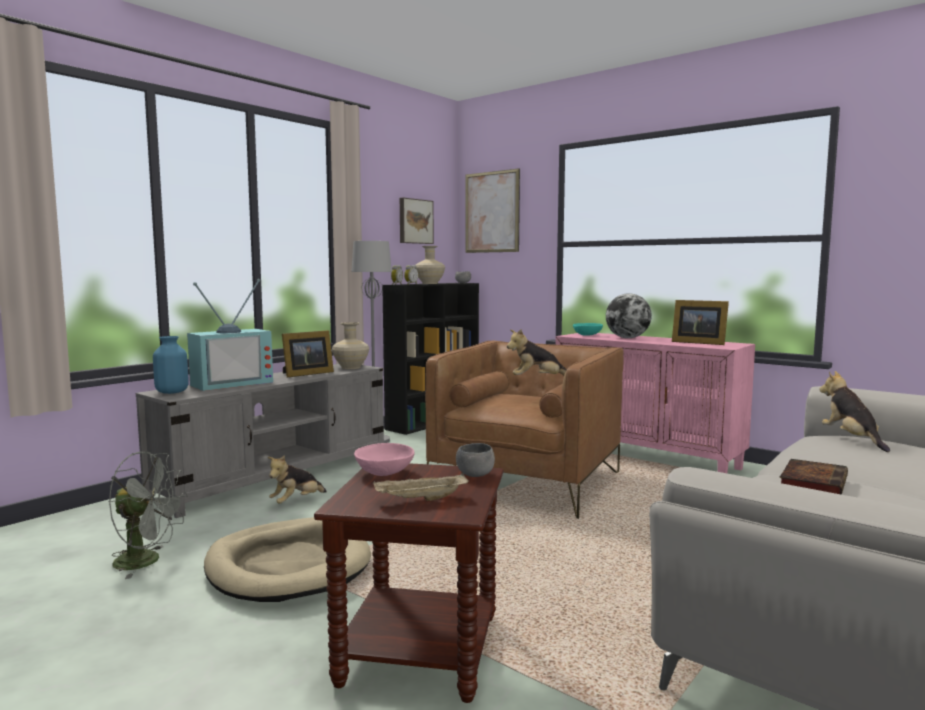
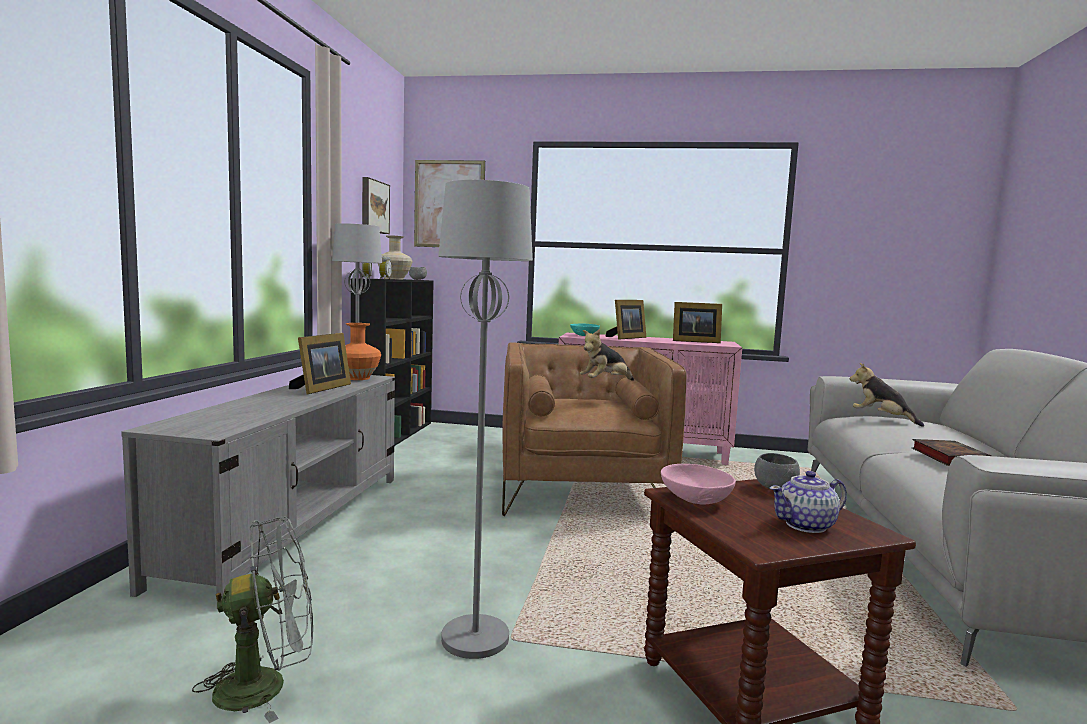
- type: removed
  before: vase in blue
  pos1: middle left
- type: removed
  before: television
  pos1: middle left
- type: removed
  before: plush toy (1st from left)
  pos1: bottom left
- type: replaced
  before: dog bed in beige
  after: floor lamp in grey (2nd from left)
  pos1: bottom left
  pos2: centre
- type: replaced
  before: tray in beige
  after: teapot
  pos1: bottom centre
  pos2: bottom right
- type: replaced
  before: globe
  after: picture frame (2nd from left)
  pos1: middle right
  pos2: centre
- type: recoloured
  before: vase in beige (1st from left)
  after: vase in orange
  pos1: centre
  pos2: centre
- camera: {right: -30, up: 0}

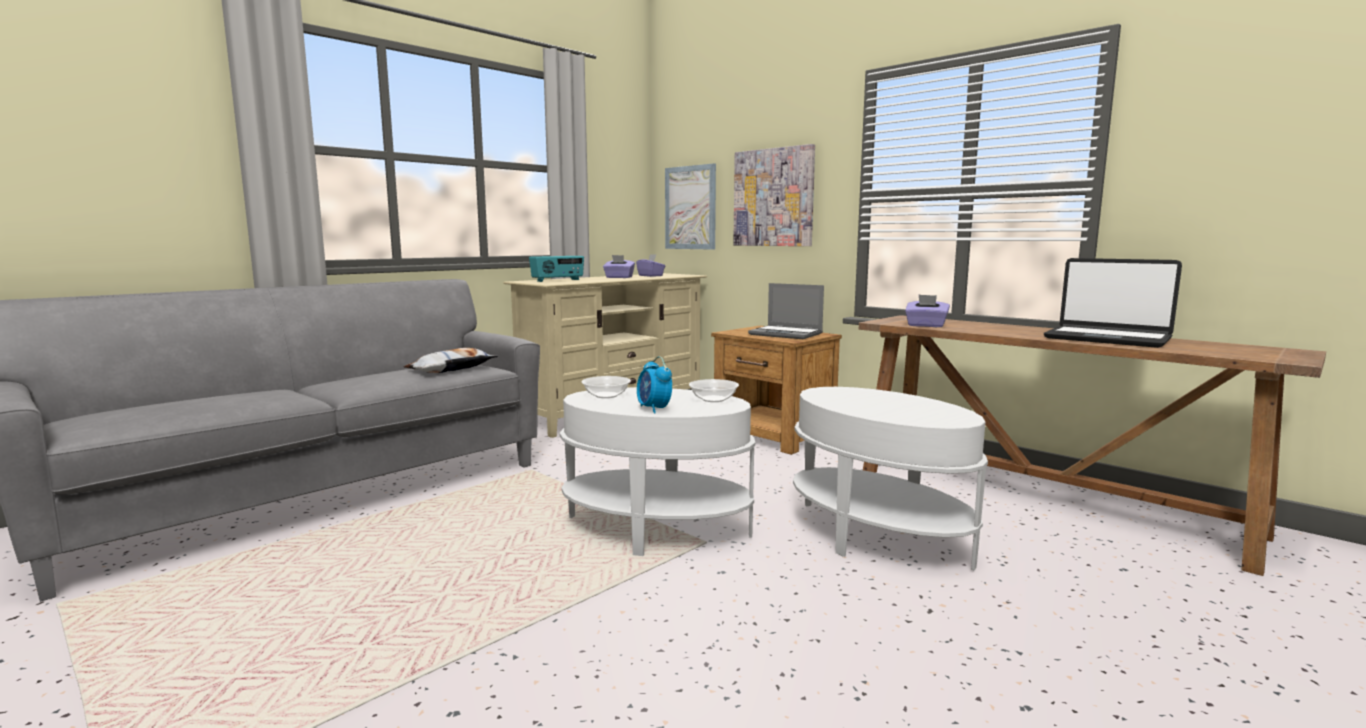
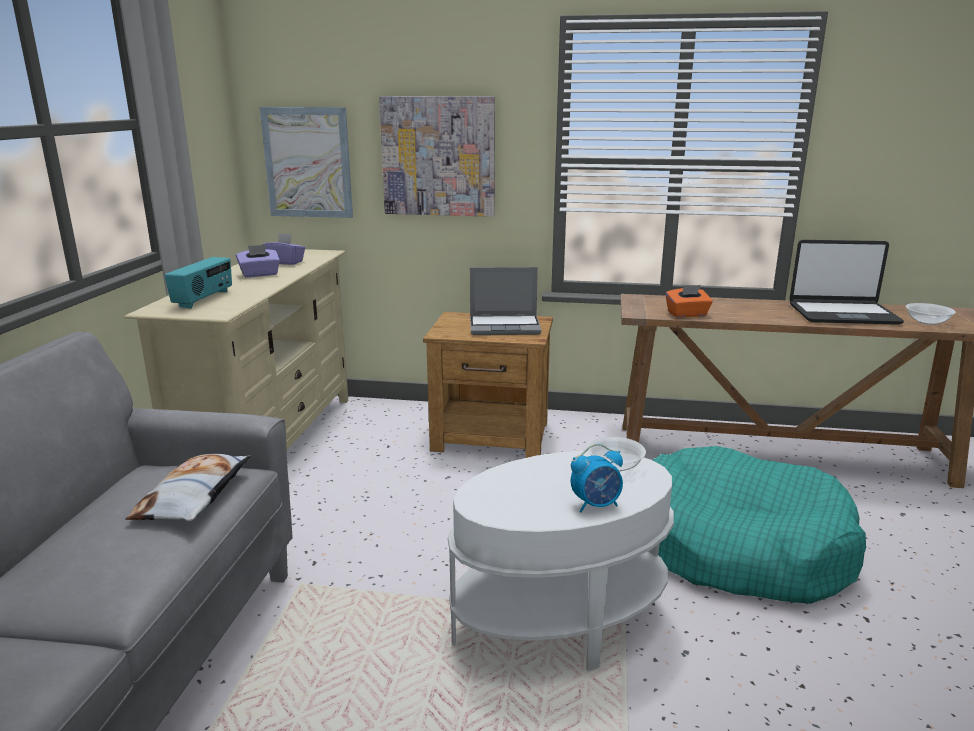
- type: moved
  before: bowl (1st from left in the first image)
  after: bowl (2nd from left)
  pos1: centre
  pos2: middle right
- type: replaced
  before: side table in white (2nd from left)
  after: dog bed in turquoise
  pos1: centre
  pos2: bottom right
- type: recoloured
  before: tissue box in purple (3rd from left)
  after: tissue box in orange
  pos1: middle right
  pos2: middle right
- type: turned
  before: alarm clock
  pos1: centre
  pos2: centre
  turn: -45
- camera: {right: -35, up: 10}

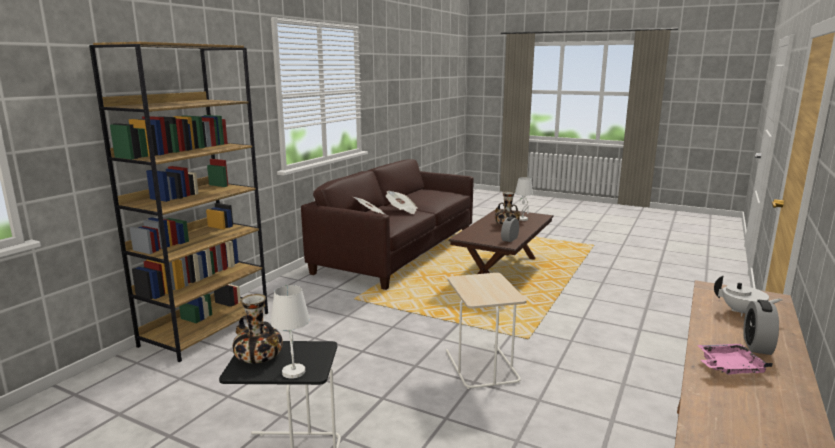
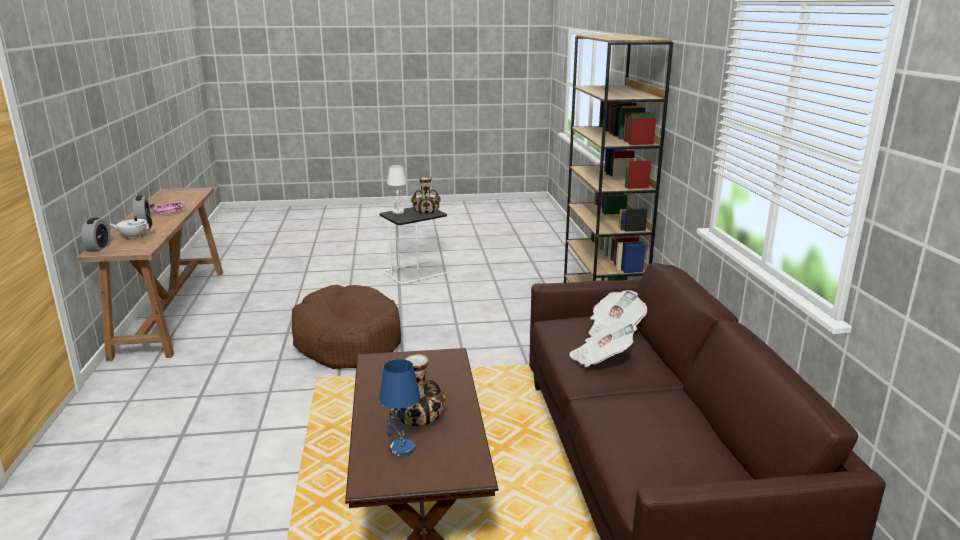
- type: moved
  before: alarm clock (1st from left)
  pos1: centre
  pos2: middle left
- type: replaced
  before: side table in beige
  after: dog bed in brown
  pos1: bottom centre
  pos2: centre
- type: recoloured
  before: table lamp in white (2nd from left)
  after: table lamp in blue
  pos1: centre
  pos2: bottom centre
- camera: {right: 145, up: 5}

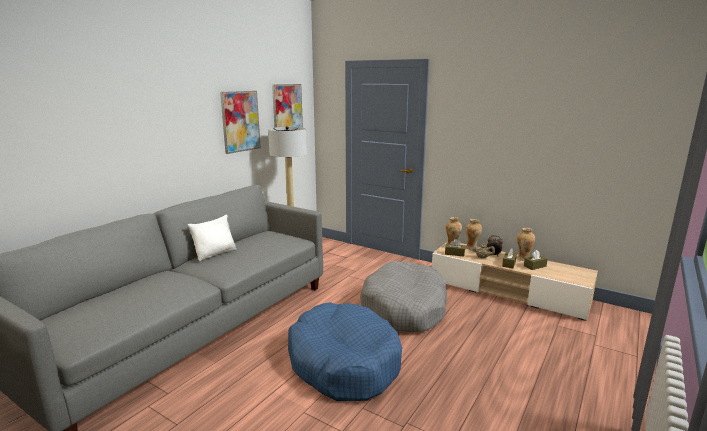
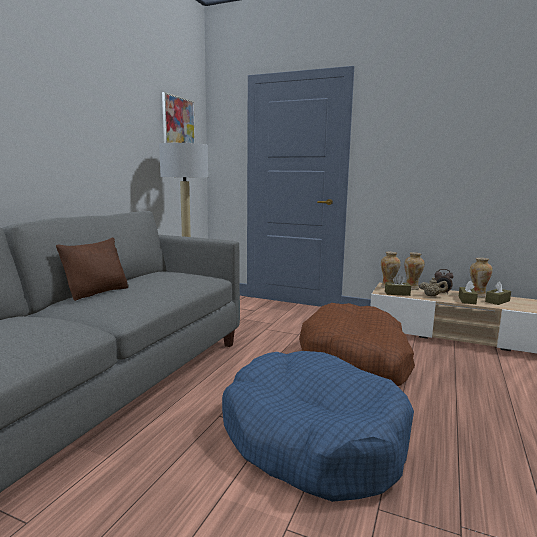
- type: removed
  before: picture (1st from left)
  pos1: top centre
- type: recoloured
  before: pillow in white
  after: pillow in brown
  pos1: middle left
  pos2: middle left
- type: recoloured
  before: dog bed in grey
  after: dog bed in brown
  pos1: bottom centre
  pos2: centre
- camera: {right: -10, up: -5}

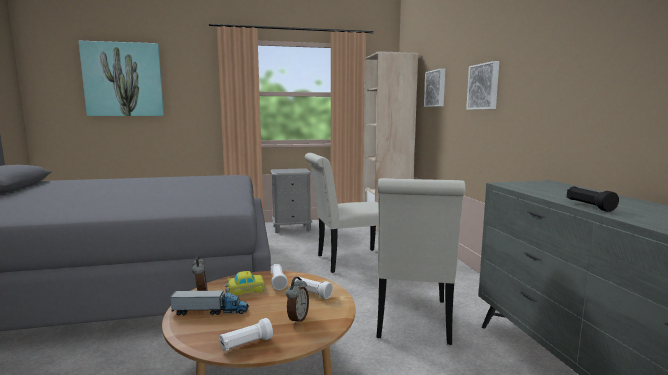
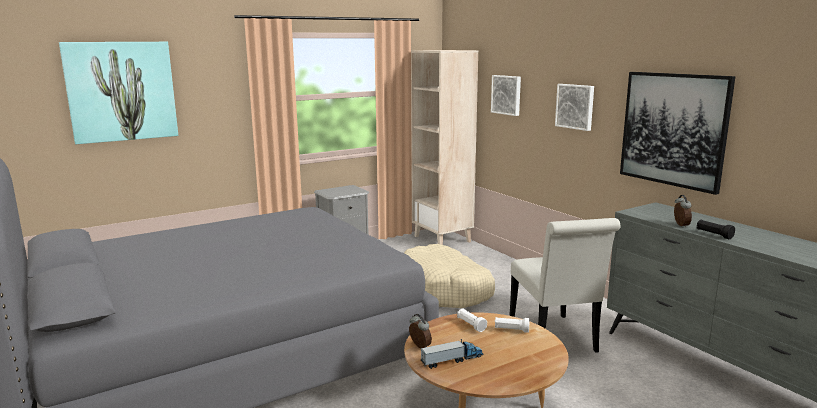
- type: removed
  before: flashlight in white (1st from left)
  pos1: bottom centre
- type: removed
  before: toy car
  pos1: bottom centre
- type: added
  after: picture (4th from left)
  pos2: top right
- type: moved
  before: alarm clock (2nd from left)
  pos1: bottom centre
  pos2: middle right
- type: replaced
  before: chair in white (1st from left)
  after: dog bed in beige
  pos1: centre
  pos2: bottom centre
- camera: {right: -20, up: 5}

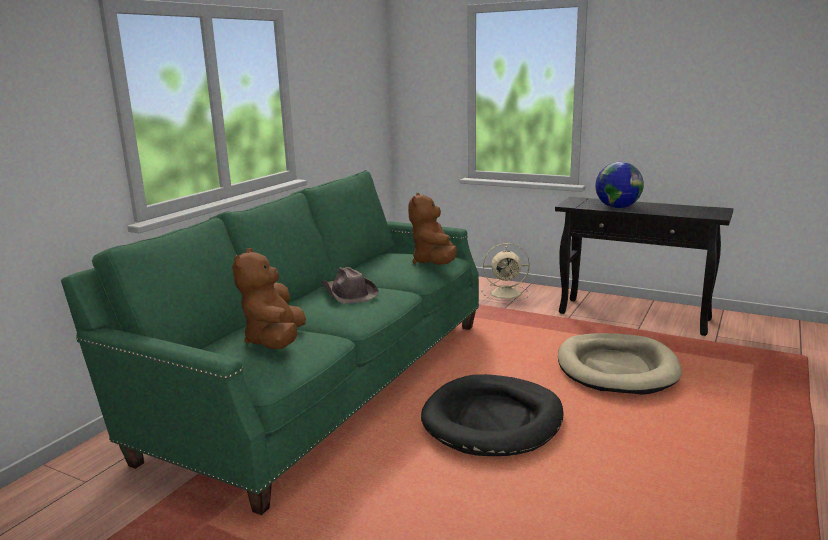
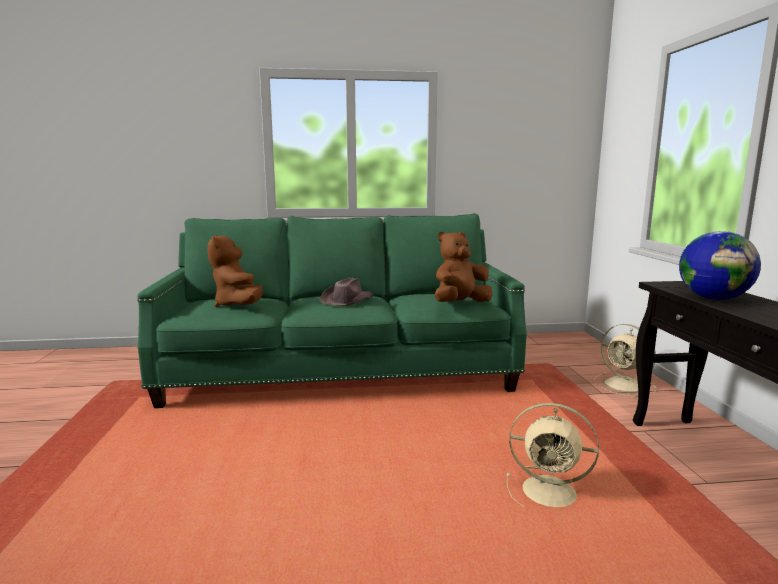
- type: removed
  before: dog bed in black
  pos1: bottom centre
- type: replaced
  before: dog bed in beige
  after: fan in beige (1st from left)
  pos1: bottom right
  pos2: bottom right
- type: turned
  before: plush toy in brown (1st from left)
  pos1: middle left
  pos2: middle left
  turn: -75
- camera: {right: 55, up: -5}

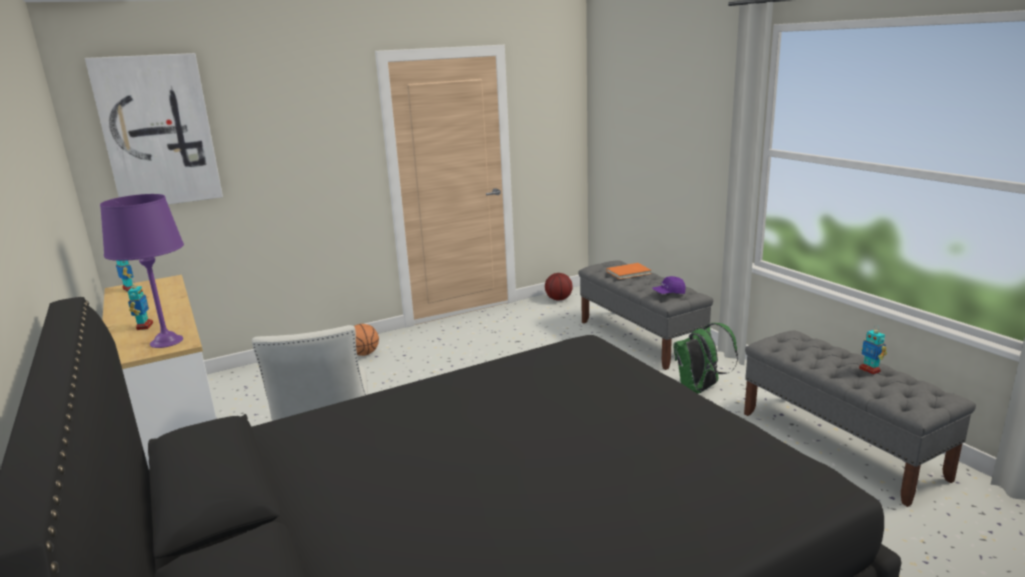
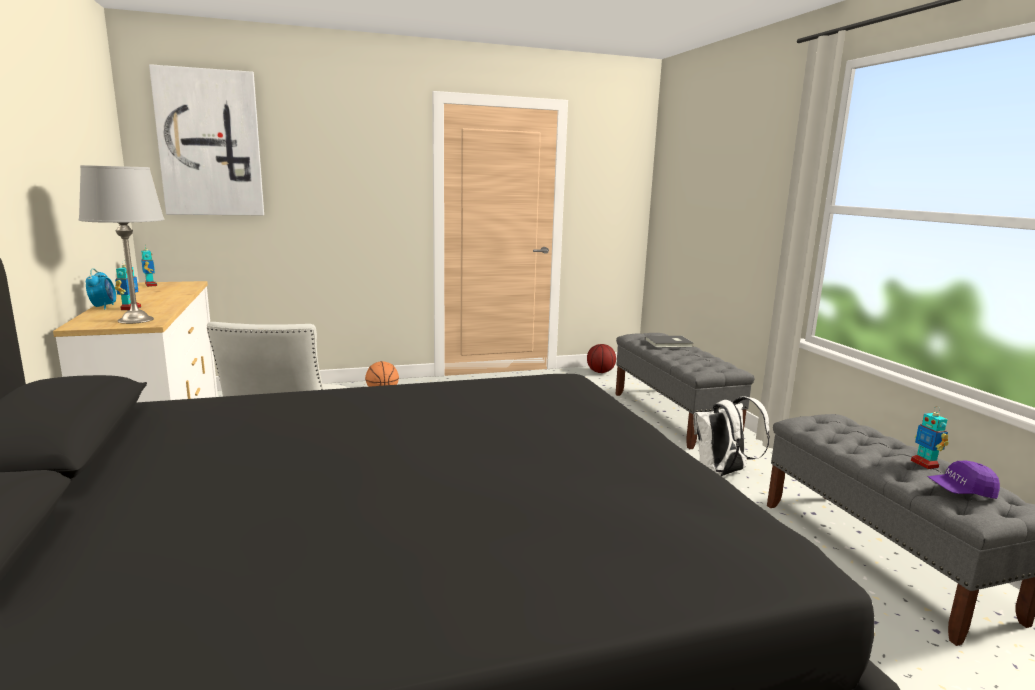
- type: added
  after: alarm clock
  pos2: middle left
- type: moved
  before: cap in purple
  pos1: centre
  pos2: bottom right
- type: recoloured
  before: table lamp in purple
  after: table lamp in grey
  pos1: middle left
  pos2: middle left
- type: recoloured
  before: book in orange
  after: book in grey
  pos1: centre
  pos2: centre
- type: recoloured
  before: backpack in green
  after: backpack in white
  pos1: middle right
  pos2: middle right
- camera: {right: 10, up: -5}

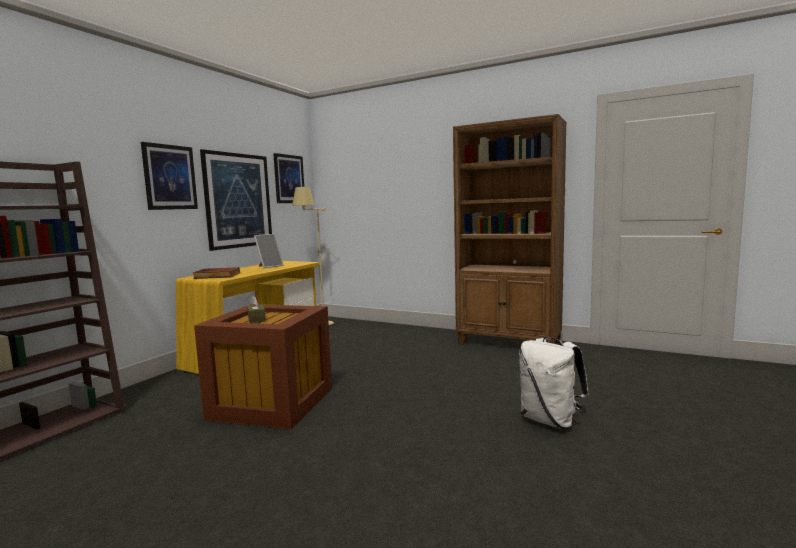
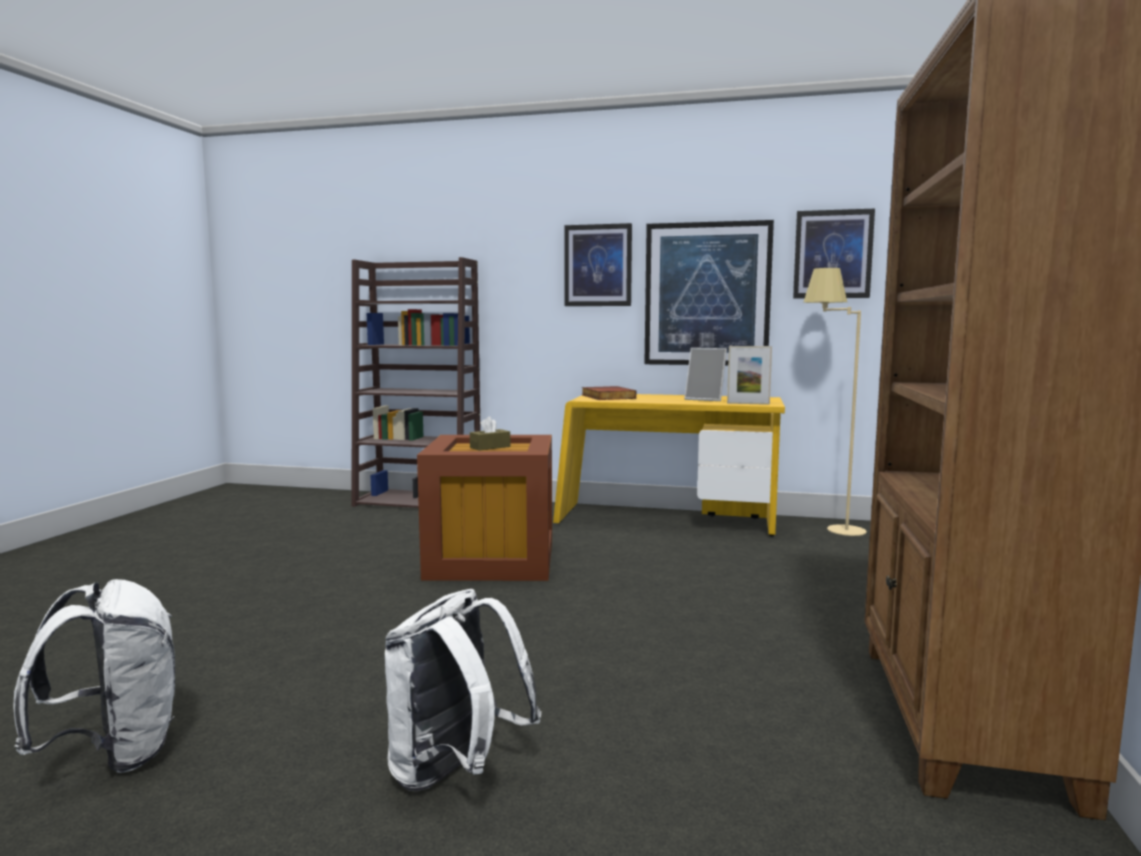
- type: added
  after: backpack in white (1st from left)
  pos2: bottom left
- type: added
  after: picture frame (2nd from left)
  pos2: centre
- camera: {right: 75, up: 0}

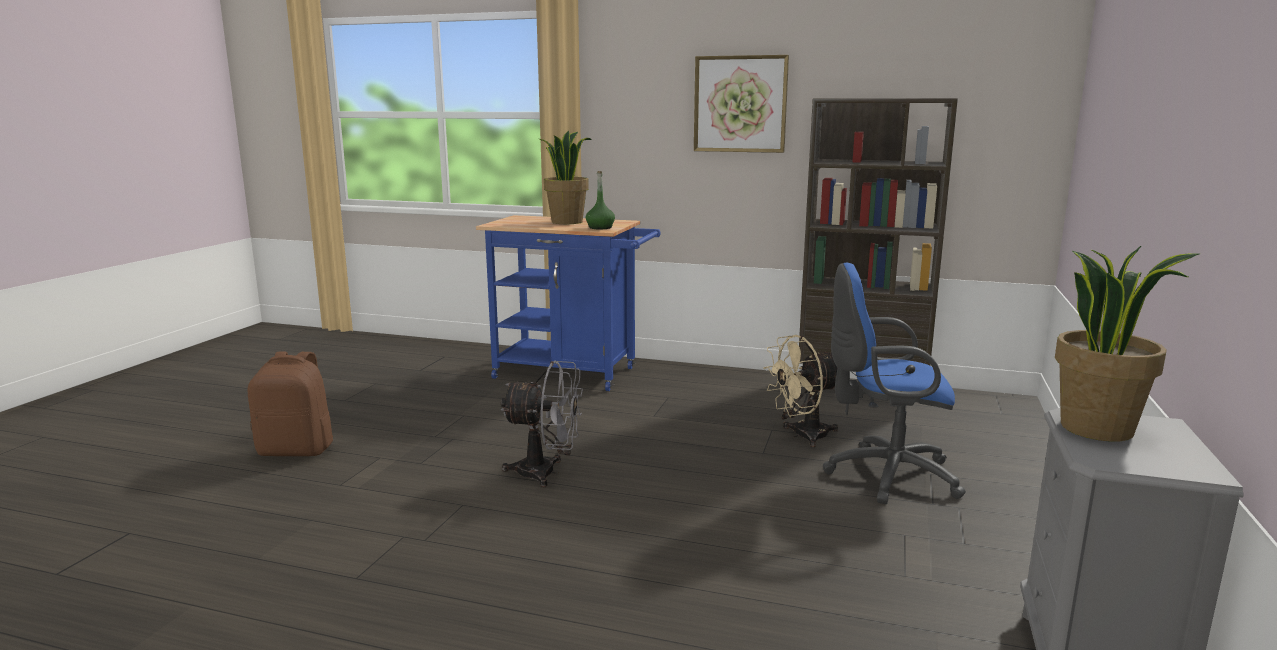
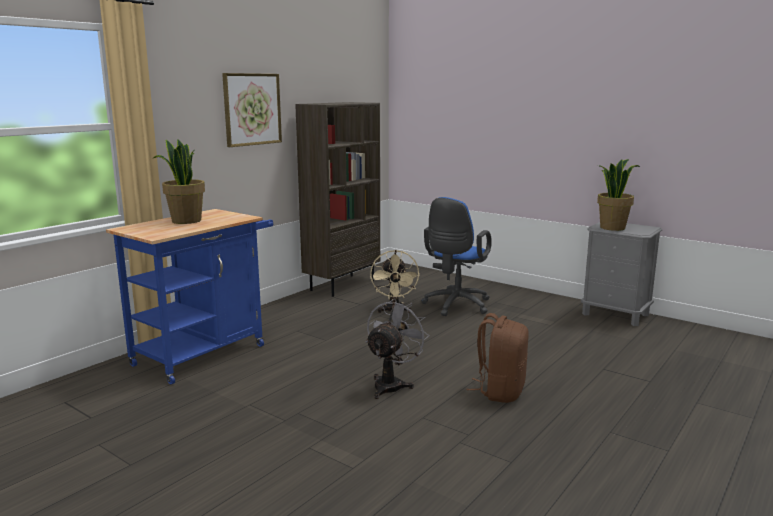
- type: removed
  before: bottle in green
  pos1: top centre
- type: moved
  before: backpack in brown
  pos1: middle left
  pos2: bottom centre
- camera: {right: -70, up: 0}

